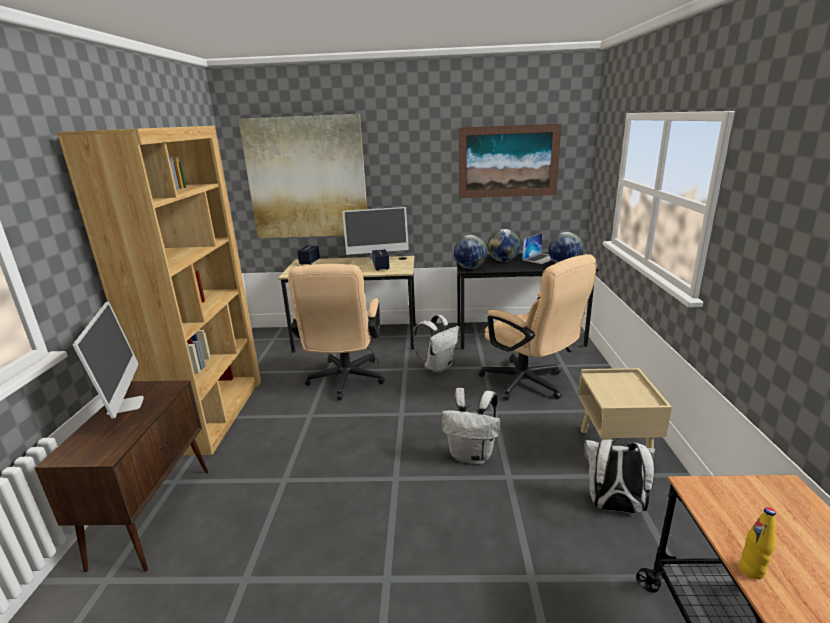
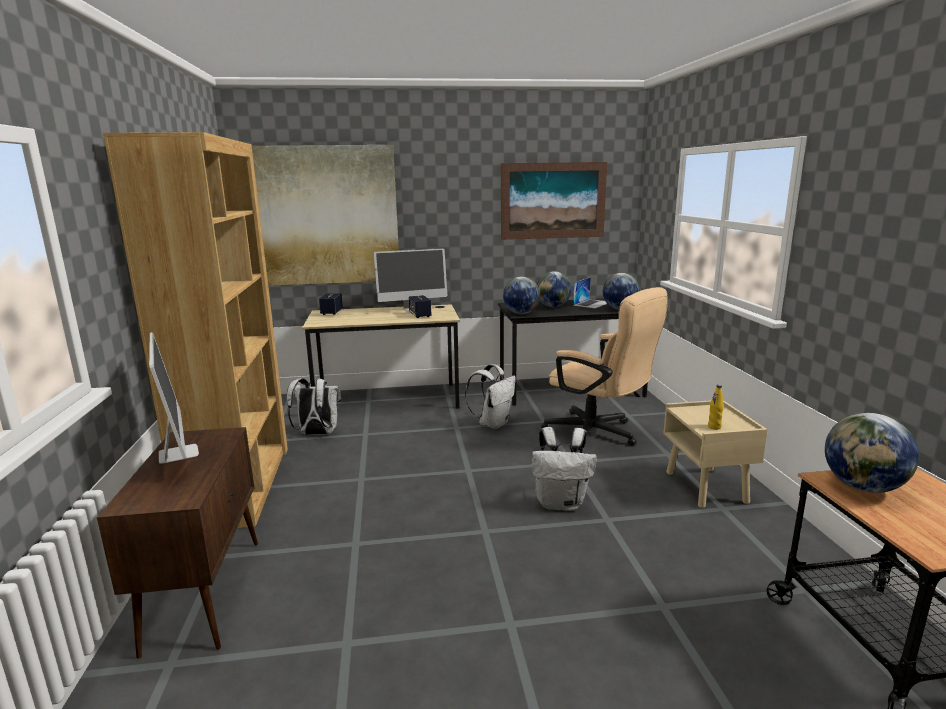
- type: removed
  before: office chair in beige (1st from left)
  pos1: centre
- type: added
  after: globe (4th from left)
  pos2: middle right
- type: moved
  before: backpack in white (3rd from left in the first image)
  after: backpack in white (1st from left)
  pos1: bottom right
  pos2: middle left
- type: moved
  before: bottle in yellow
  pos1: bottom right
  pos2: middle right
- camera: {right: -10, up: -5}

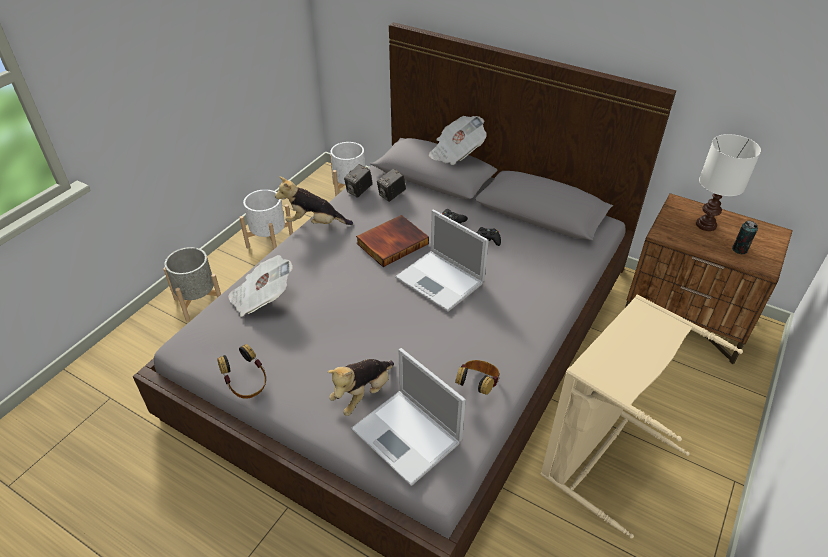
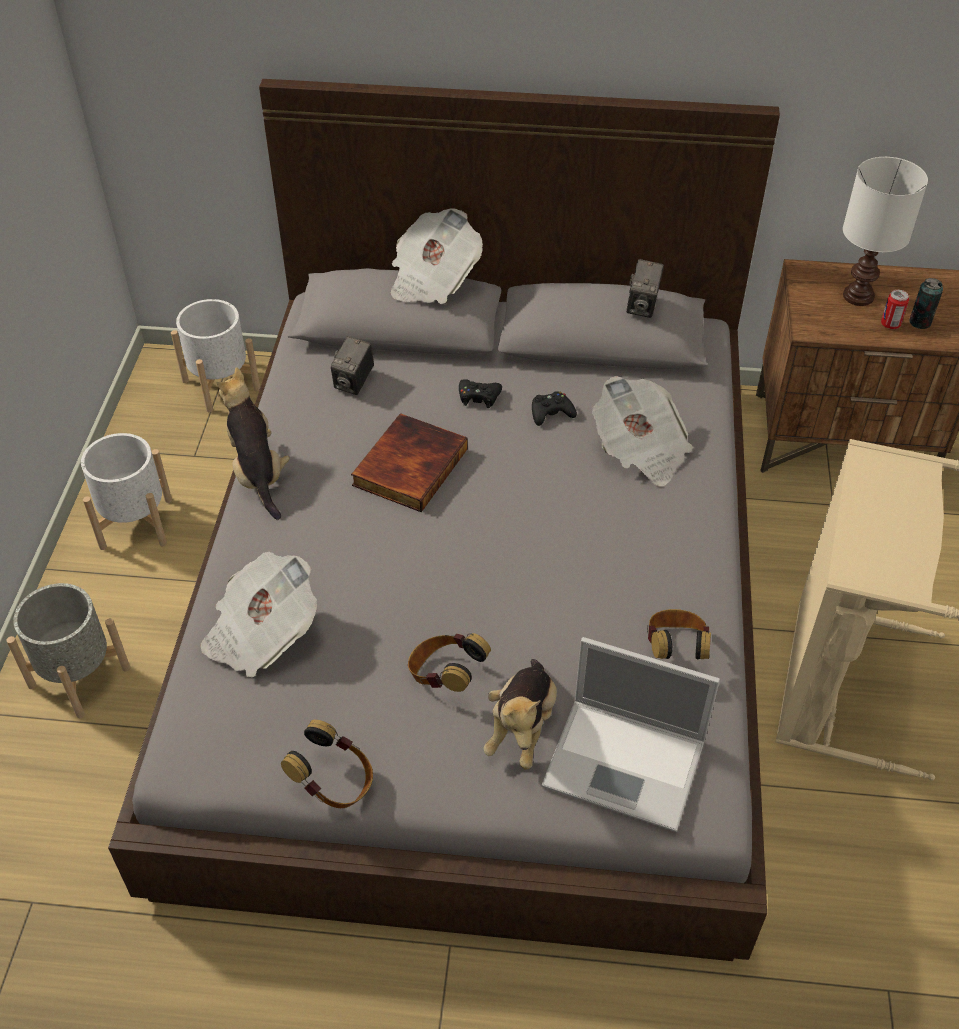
- type: removed
  before: laptop (2nd from left)
  pos1: centre
- type: added
  after: headphones (2nd from left)
  pos2: centre
- type: added
  after: newspaper (3rd from left)
  pos2: middle right
- type: added
  after: can (1st from left)
  pos2: top right
- type: moved
  before: photo camera (1st from left in the first image)
  after: photo camera (2nd from left)
  pos1: top centre
  pos2: top right
- type: turned
  before: plush toy (1st from left)
  pos1: centre
  pos2: middle left
  turn: 90
- camera: {right: -25, up: 5}

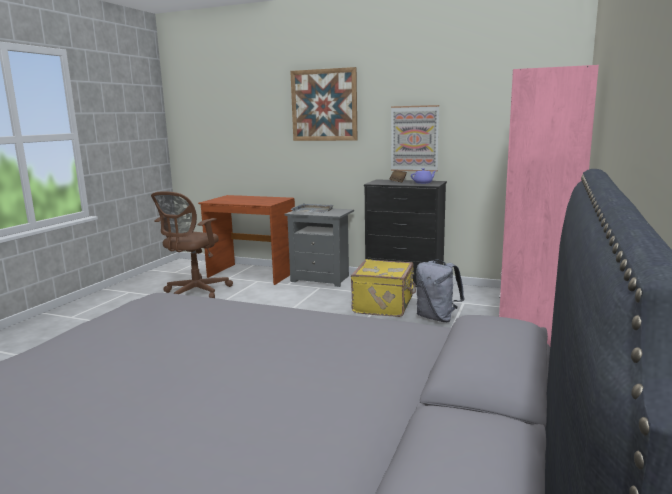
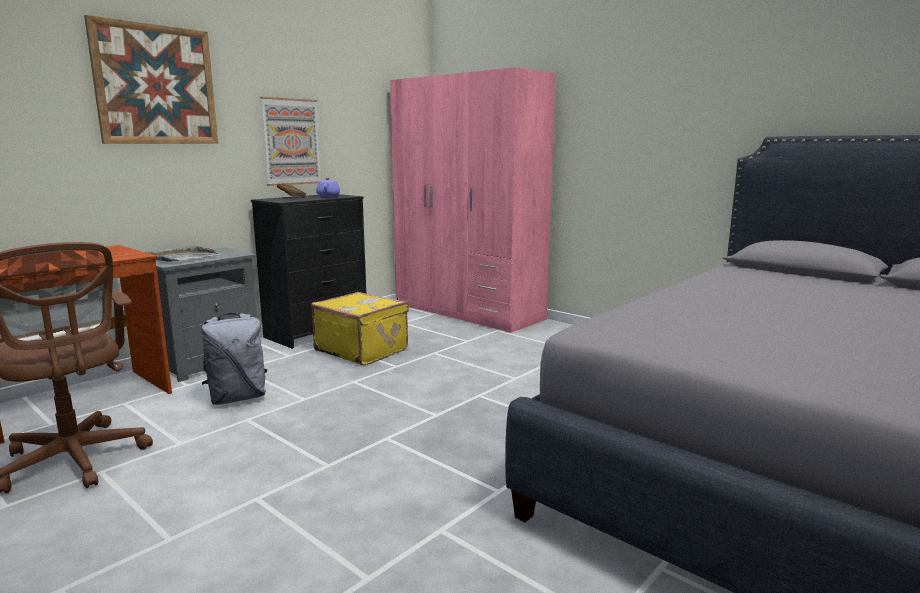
- type: moved
  before: backpack in grey
  pos1: centre
  pos2: middle left
- camera: {right: -70, up: 0}

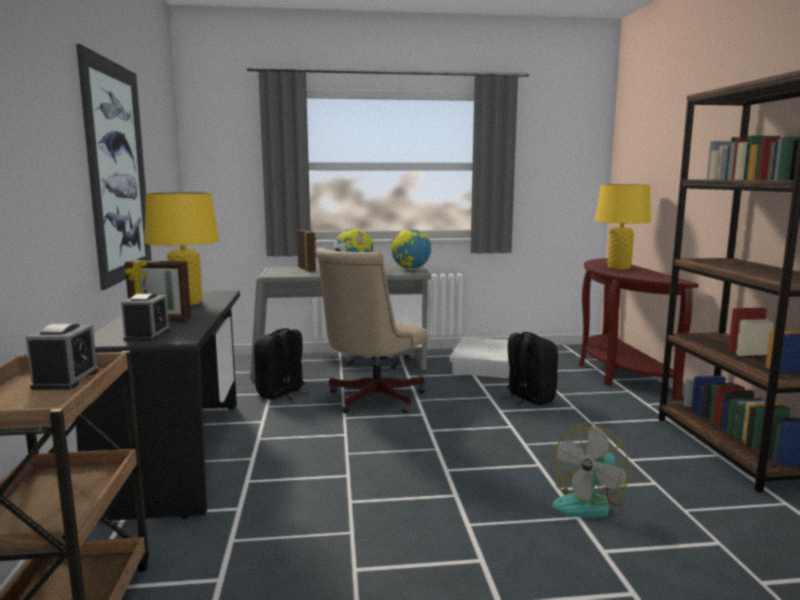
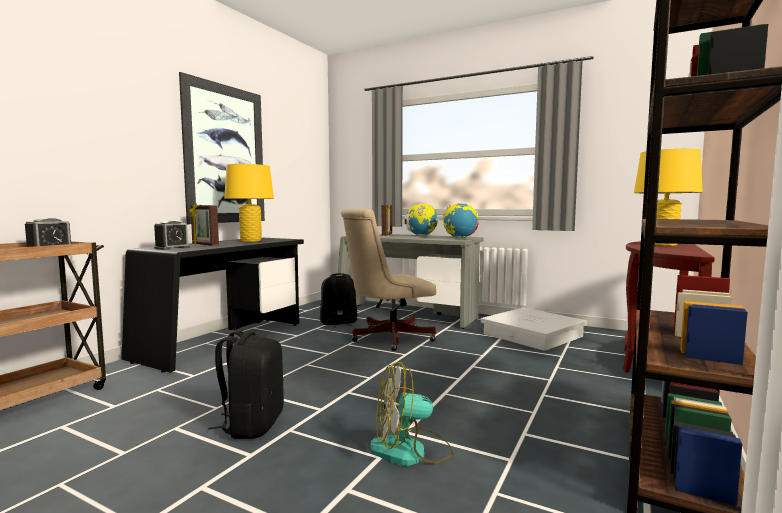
- type: moved
  before: backpack in black (2nd from left in the first image)
  after: backpack in black (1st from left)
  pos1: centre
  pos2: bottom left
- camera: {right: 35, up: -5}

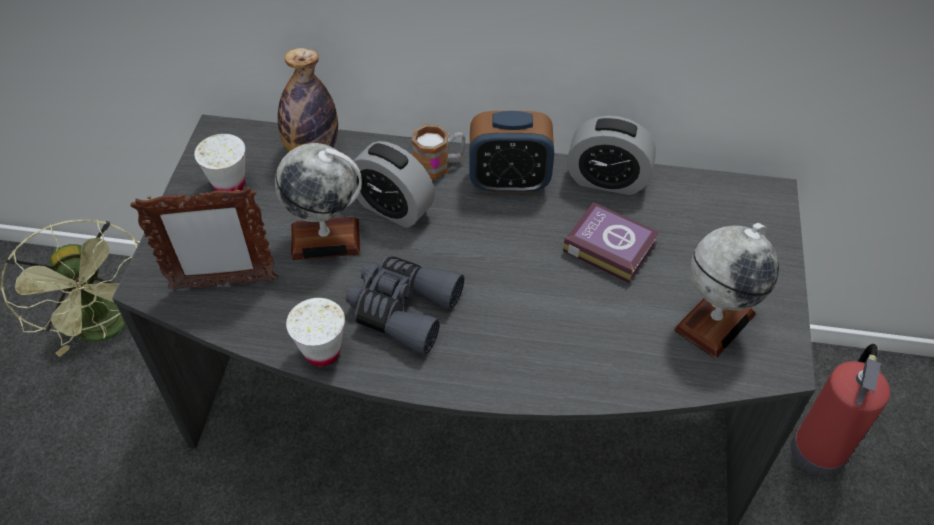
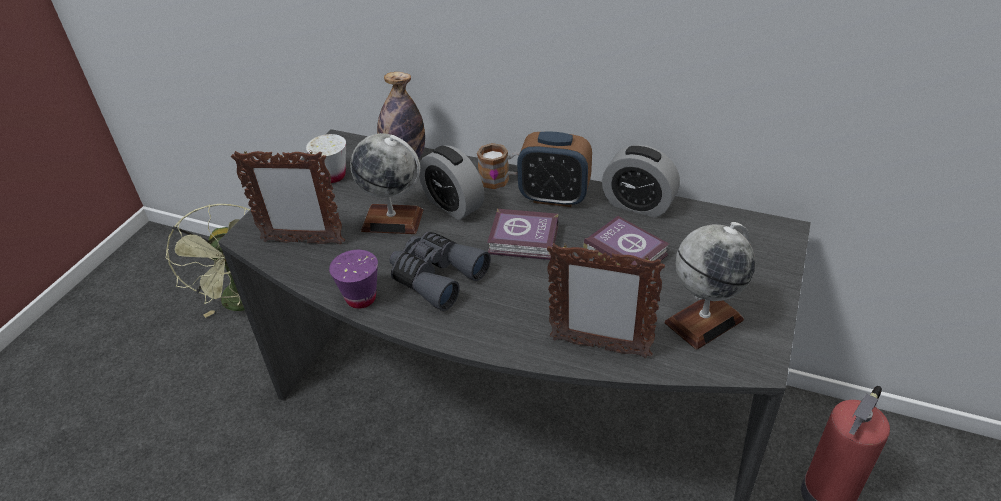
- type: added
  after: book (1st from left)
  pos2: centre
- type: added
  after: picture frame (2nd from left)
  pos2: centre
- type: recoloured
  before: cup in white (2nd from left)
  after: cup in purple
  pos1: centre
  pos2: centre
- camera: {right: 15, up: -10}

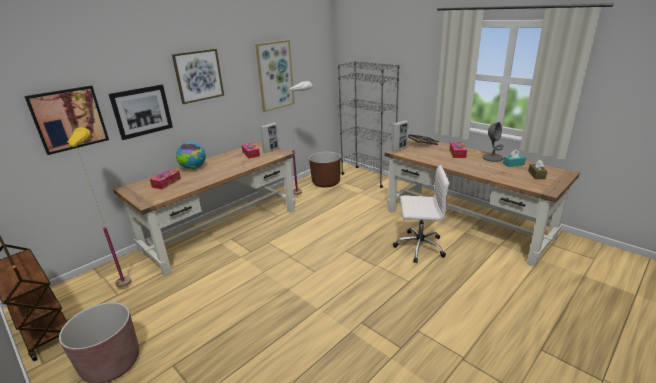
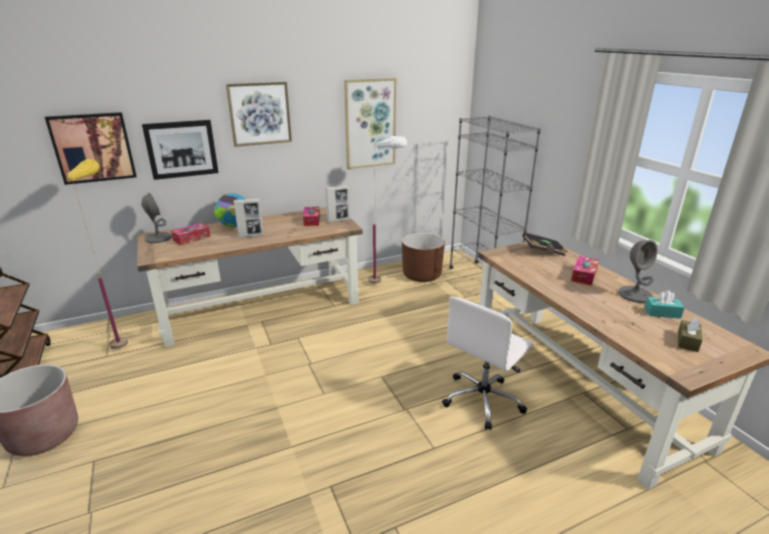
- type: added
  after: table lamp in grey (1st from left)
  pos2: middle left
- type: moved
  before: picture frame (2nd from left in the first image)
  after: picture frame (1st from left)
  pos1: centre
  pos2: middle left
- type: turned
  before: office chair in white
  pos1: centre
  pos2: bottom centre
  turn: 105
- camera: {right: 20, up: 0}

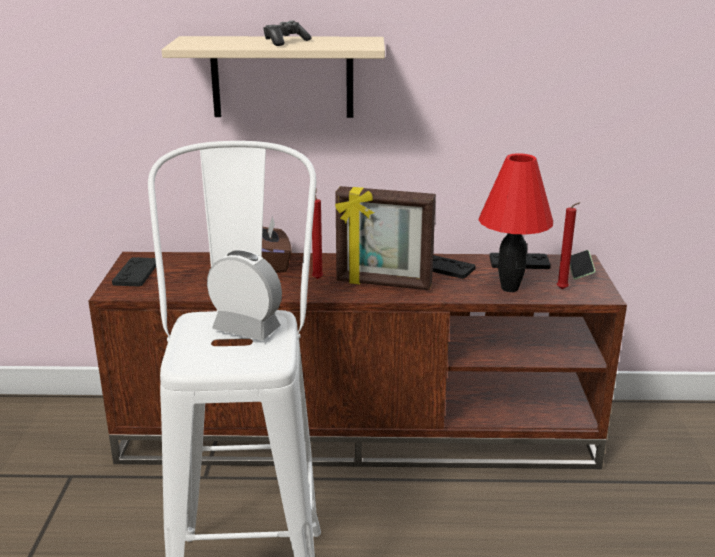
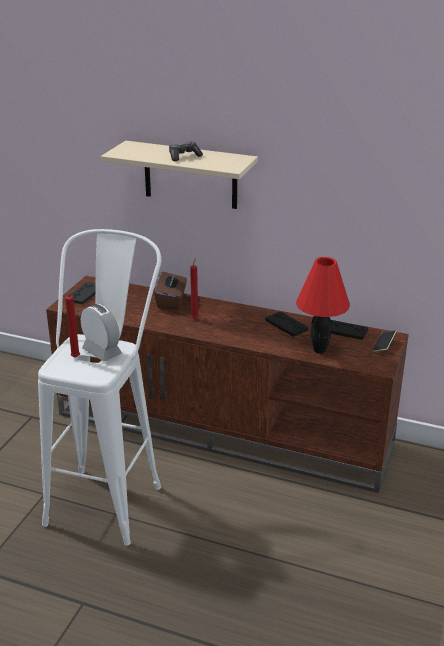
- type: removed
  before: picture frame
  pos1: centre
- type: moved
  before: candle in red (2nd from left in the first image)
  after: candle in red (1st from left)
  pos1: middle right
  pos2: middle left
- camera: {right: 20, up: 5}

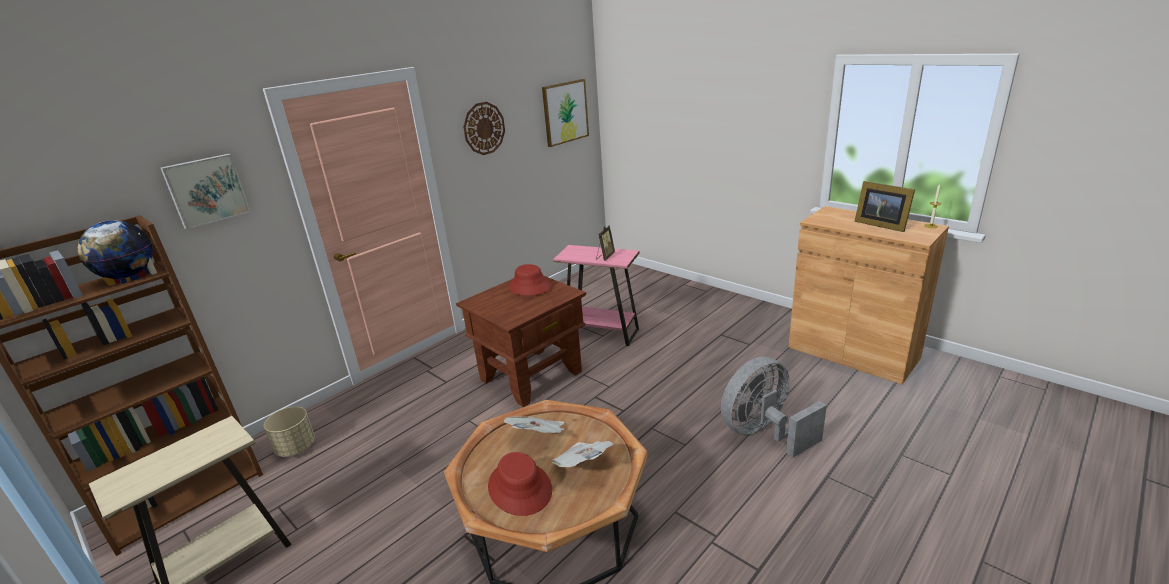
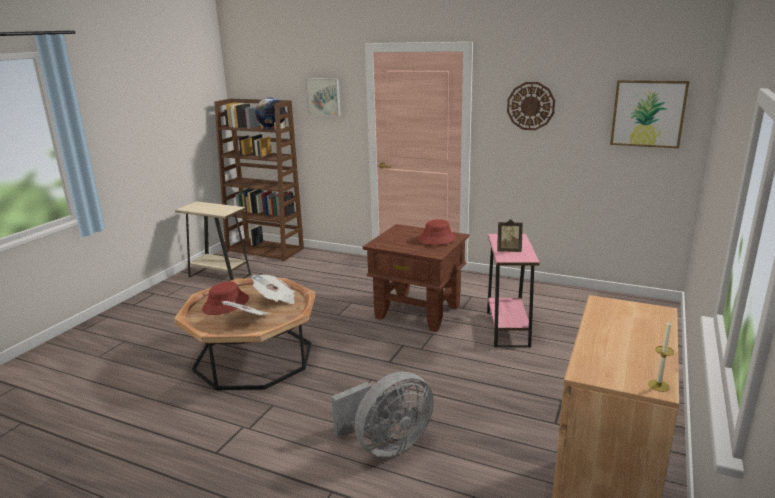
- type: removed
  before: planter in beige
  pos1: bottom left
- type: removed
  before: picture frame (2nd from left)
  pos1: middle right
- type: turned
  before: fan in grey
  pos1: bottom centre
  pos2: bottom centre
  turn: 105
- camera: {right: 70, up: -5}

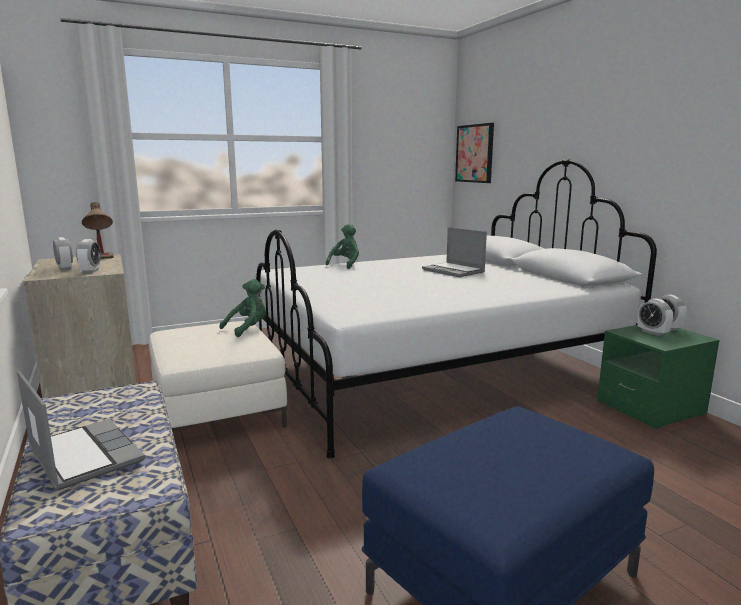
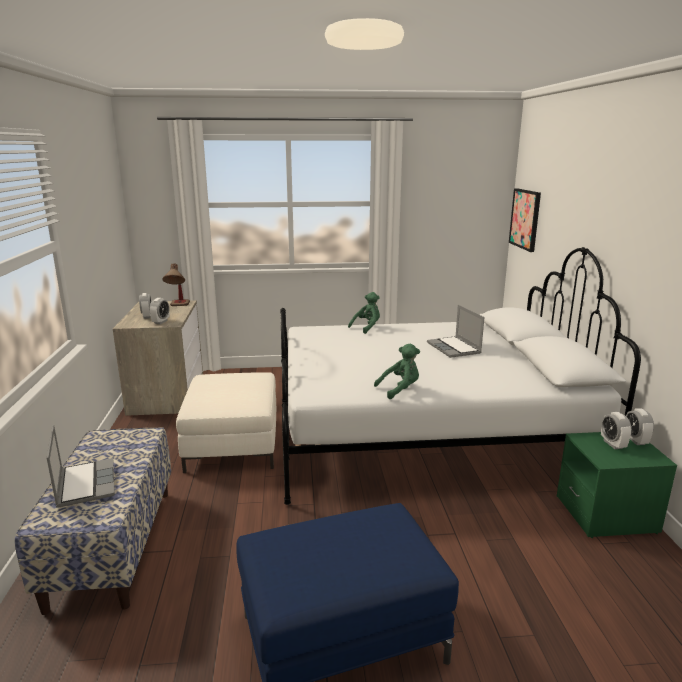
- type: moved
  before: plush toy in green (1st from left in the first image)
  after: plush toy in green (2nd from left)
  pos1: middle left
  pos2: centre
- camera: {right: 20, up: 5}

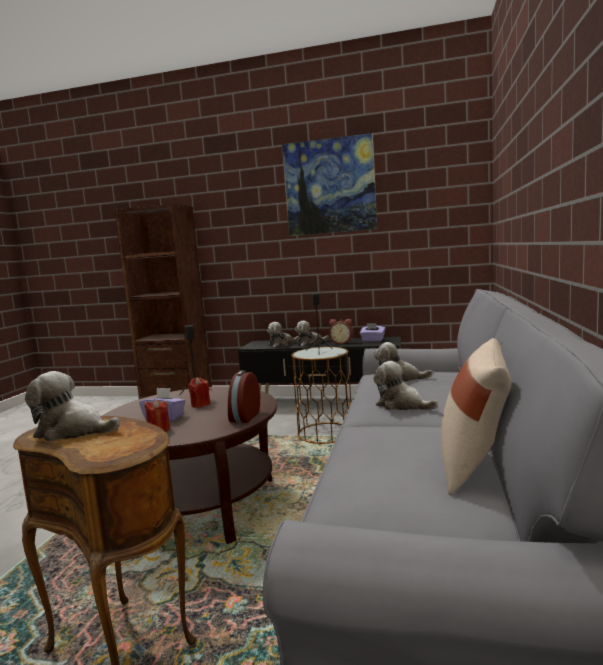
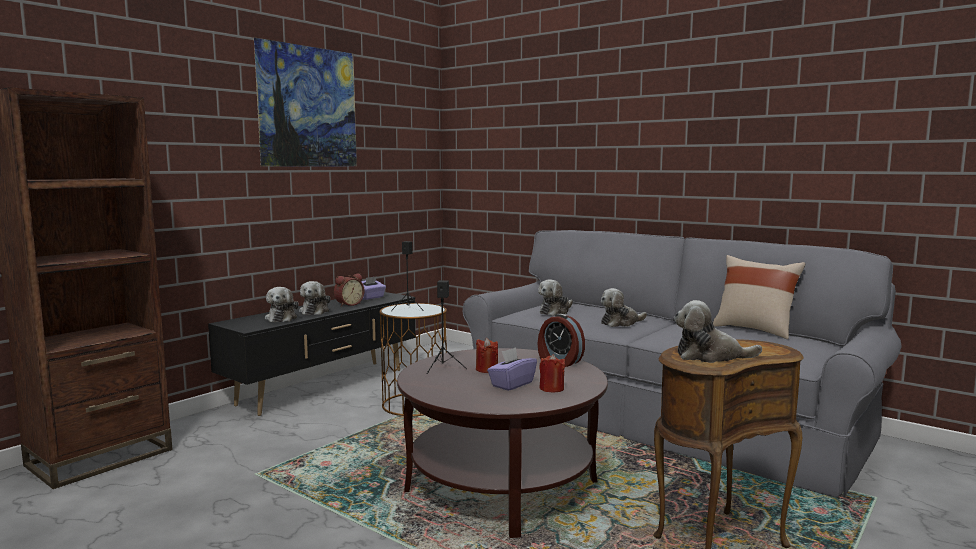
- type: turned
  before: plush toy (1st from left in the first image)
  pos1: middle left
  pos2: middle right
  turn: 60
- camera: {right: -65, up: 0}

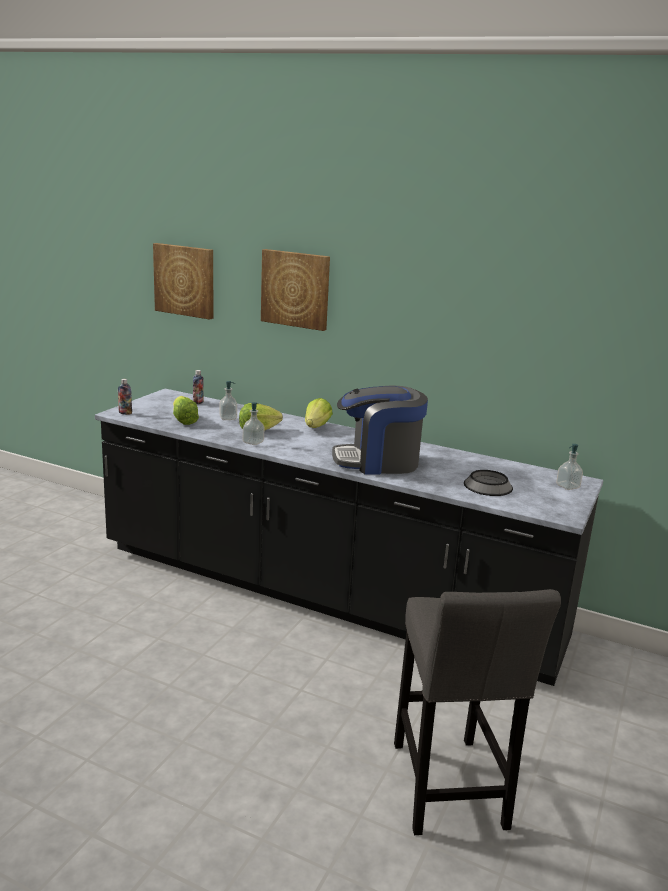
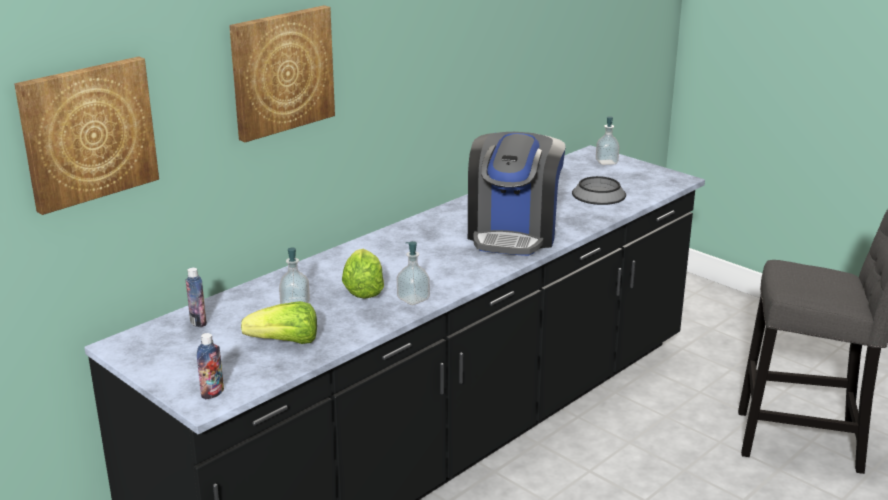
- type: removed
  before: lettuce (3rd from left)
  pos1: centre
- camera: {right: -70, up: 5}

